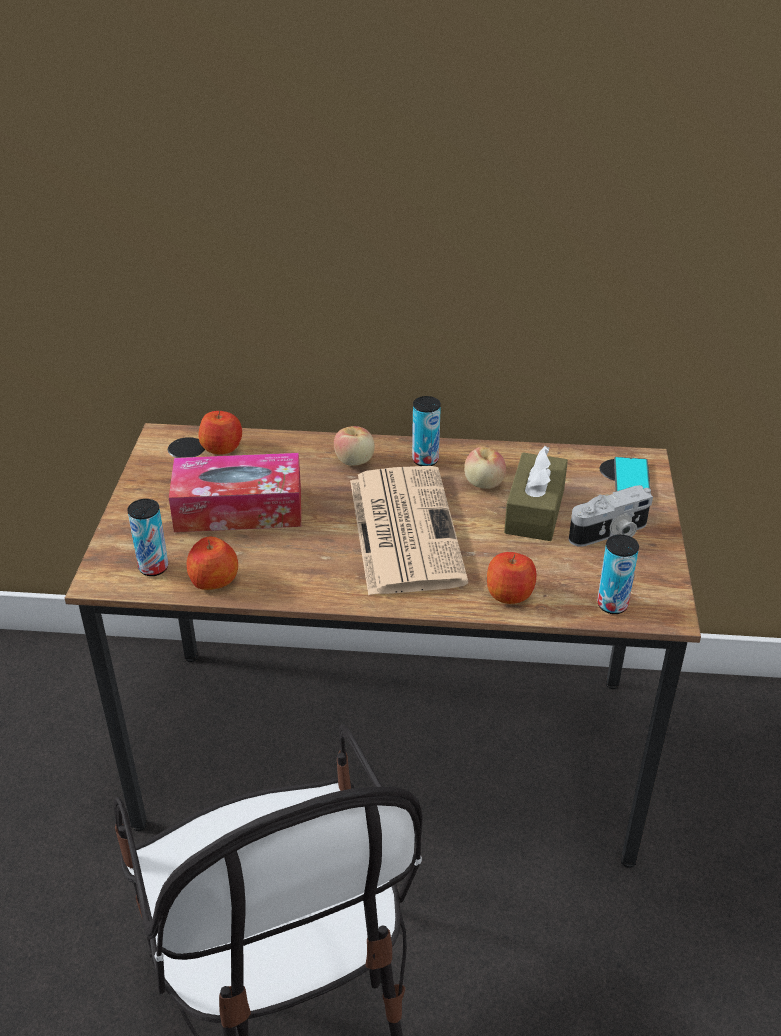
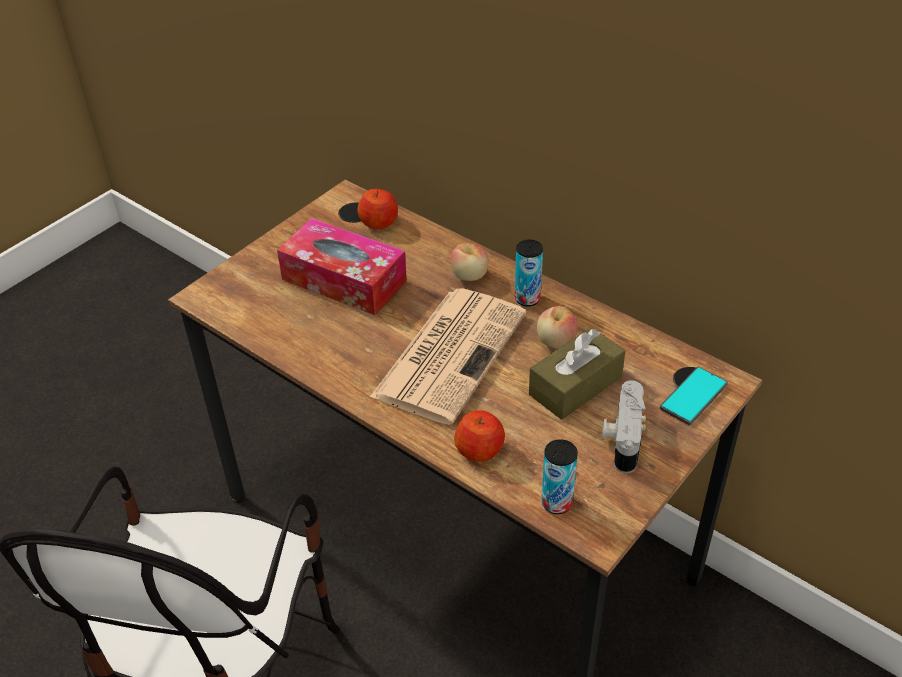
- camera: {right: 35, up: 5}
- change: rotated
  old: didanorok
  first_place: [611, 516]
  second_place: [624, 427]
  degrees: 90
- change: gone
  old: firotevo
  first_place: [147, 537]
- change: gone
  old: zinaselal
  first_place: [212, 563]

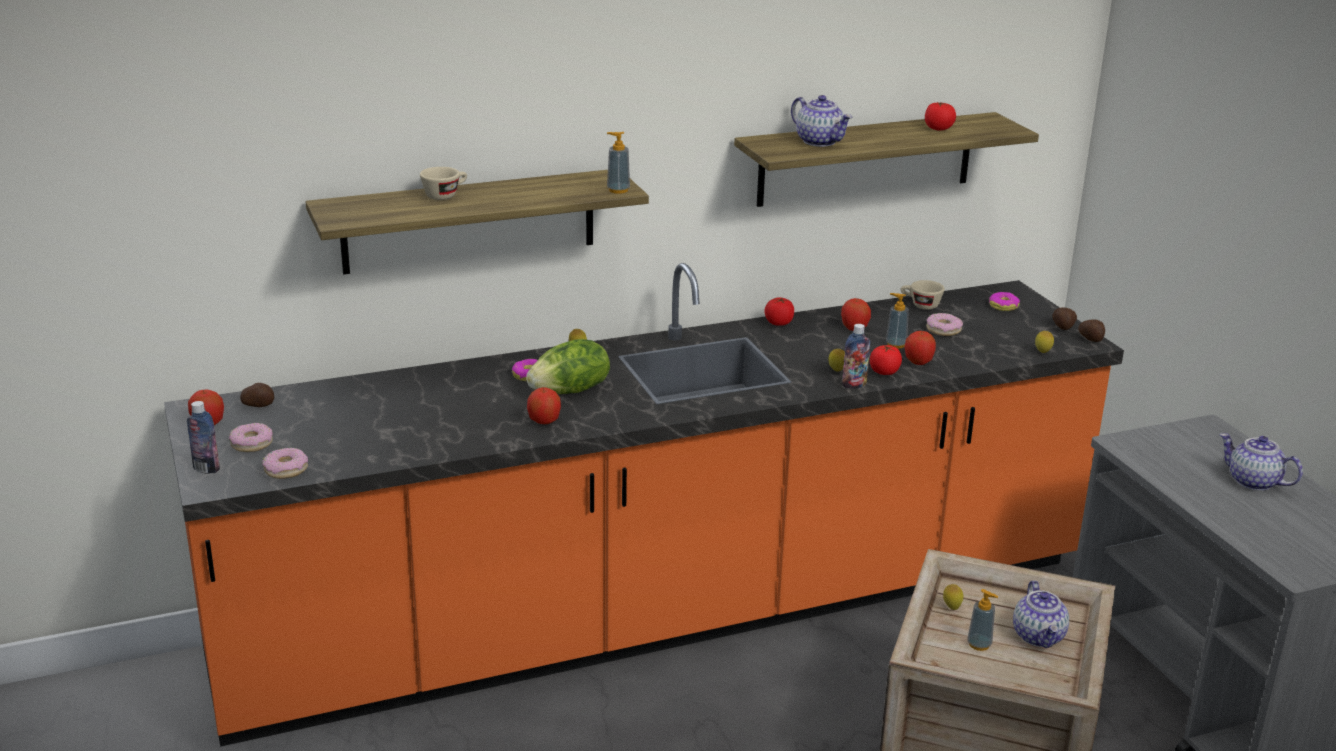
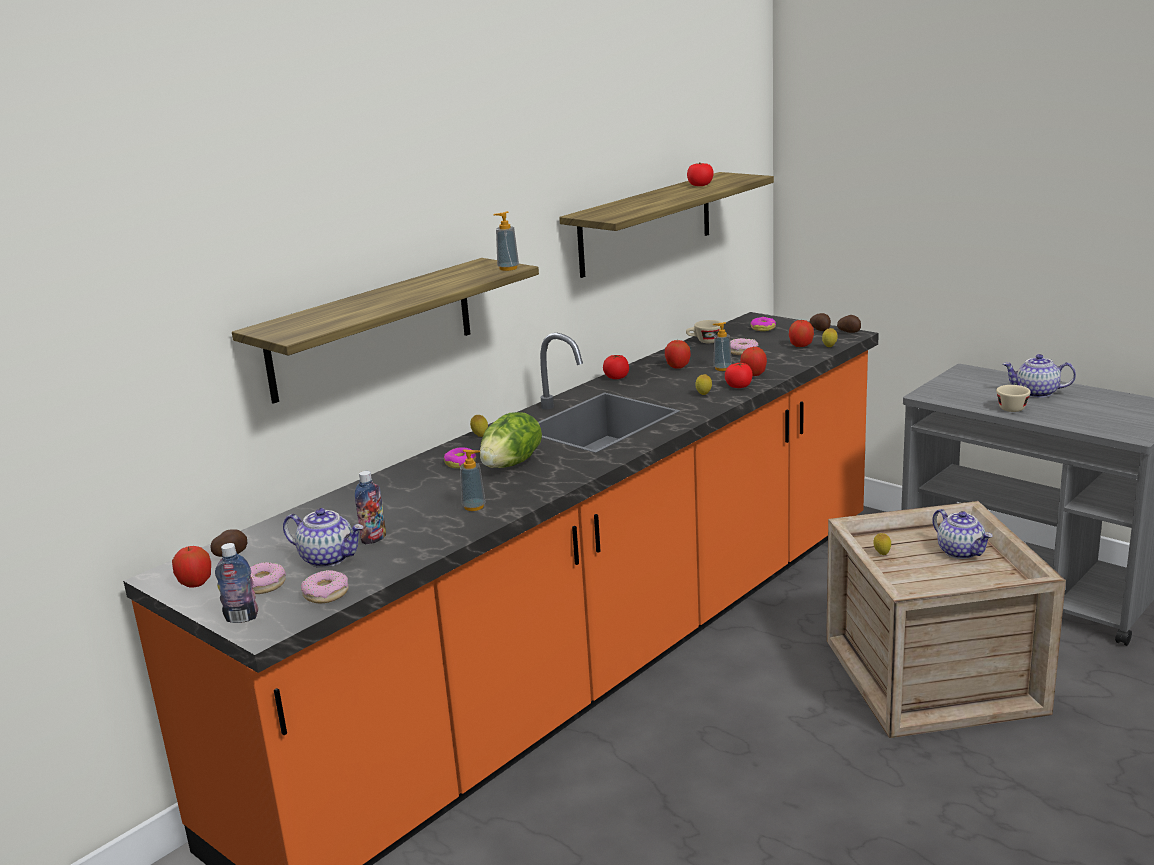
- camera: {right: -25, up: -5}
- change: shifted
  old: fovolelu
  first_place: [821, 121]
  second_place: [323, 538]
- change: shifted
  old: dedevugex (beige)
  first_place: [443, 183]
  second_place: [1013, 398]
- change: shifted
  old: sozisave
  first_place: [856, 356]
  second_place: [370, 508]
- change: shifted
  old: zinaselal
  first_place: [544, 405]
  second_place: [801, 333]
- change: shifted
  old: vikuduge
  first_place: [982, 620]
  second_place: [473, 480]

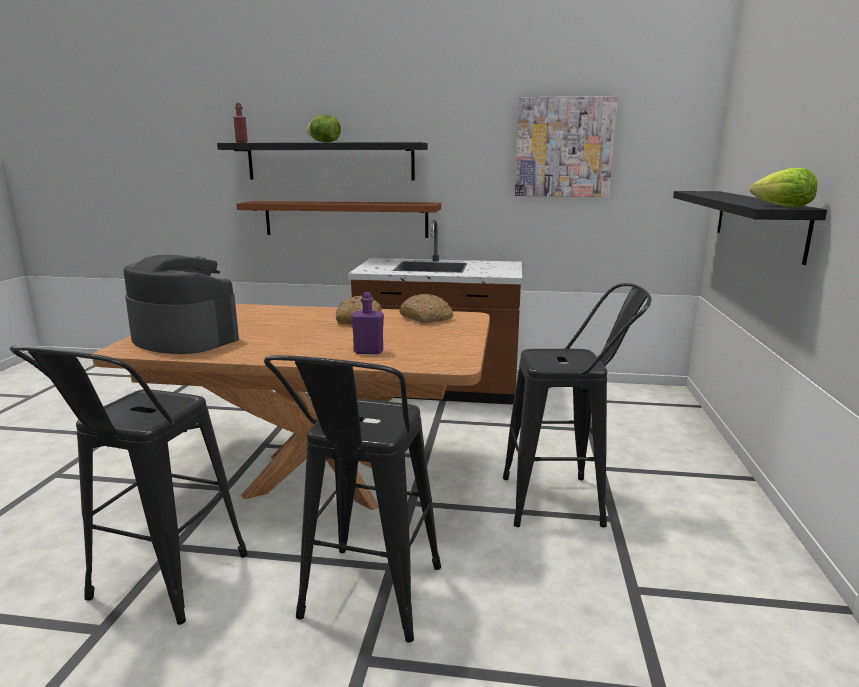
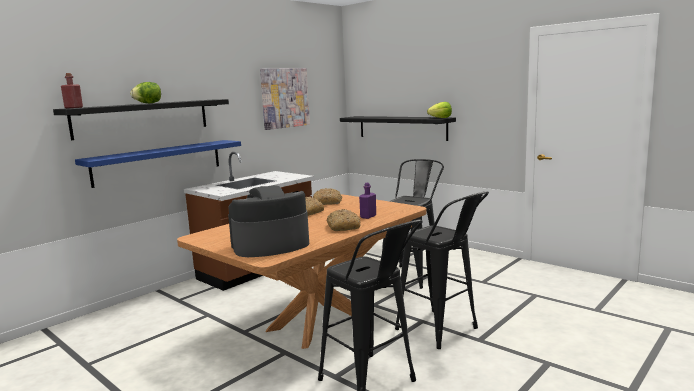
- camera: {right: -55, up: -5}
- change: repainted
  old: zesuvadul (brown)
  new: zesuvadul (blue)
  first_place: [338, 219]
  second_place: [158, 164]
- change: new
  new: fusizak
  second_place: [343, 220]

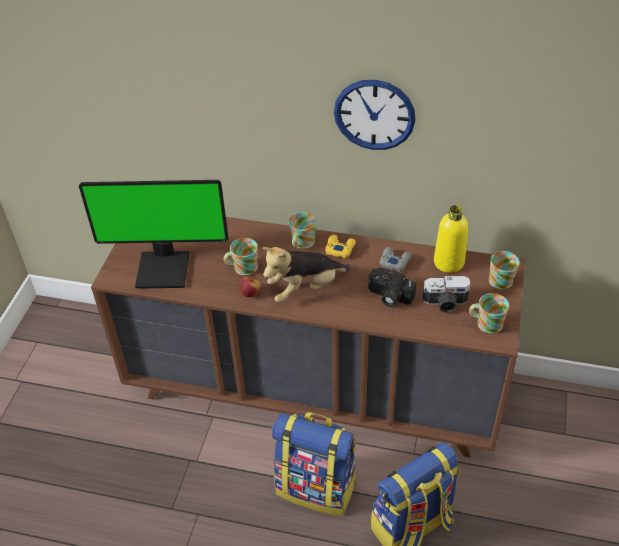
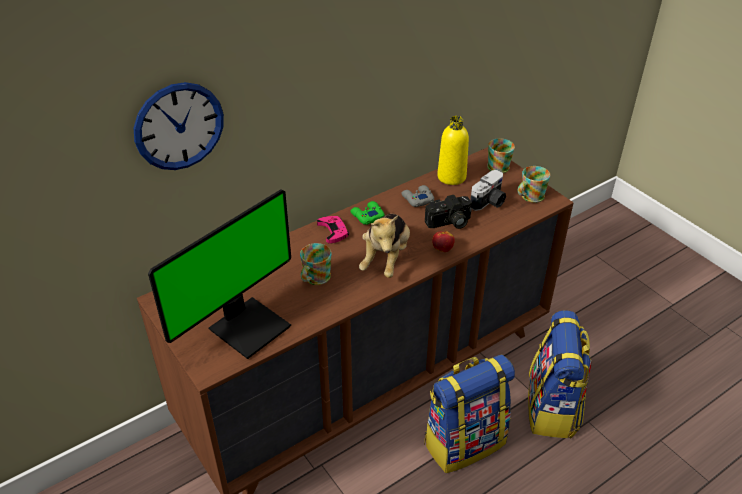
- camera: {right: -50, up: -5}
- change: shifted
  old: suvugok
  first_place: [375, 115]
  second_place: [179, 126]
- change: swapped
  old: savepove
  new: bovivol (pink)
  first_place: [302, 230]
  second_place: [333, 230]
- change: repainted
  old: bovivol (yellow)
  new: bovivol (green)
  first_place: [340, 246]
  second_place: [367, 213]
- change: shifted
  old: zinaselal
  first_place: [249, 286]
  second_place: [443, 241]

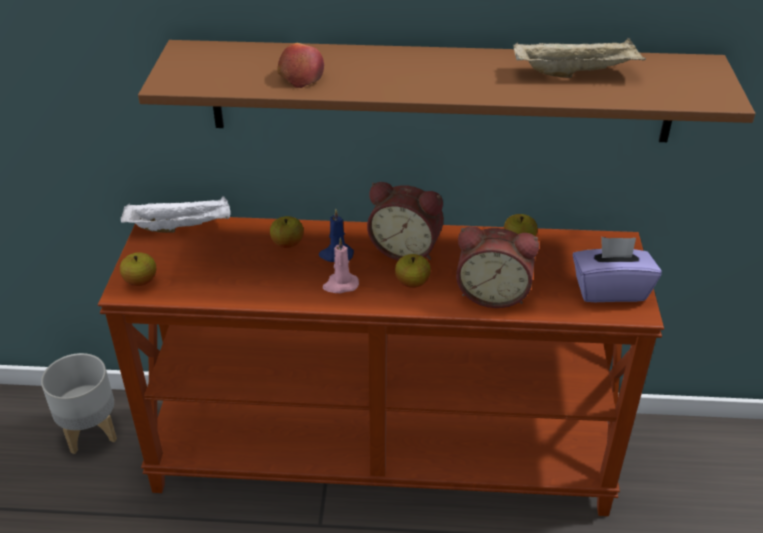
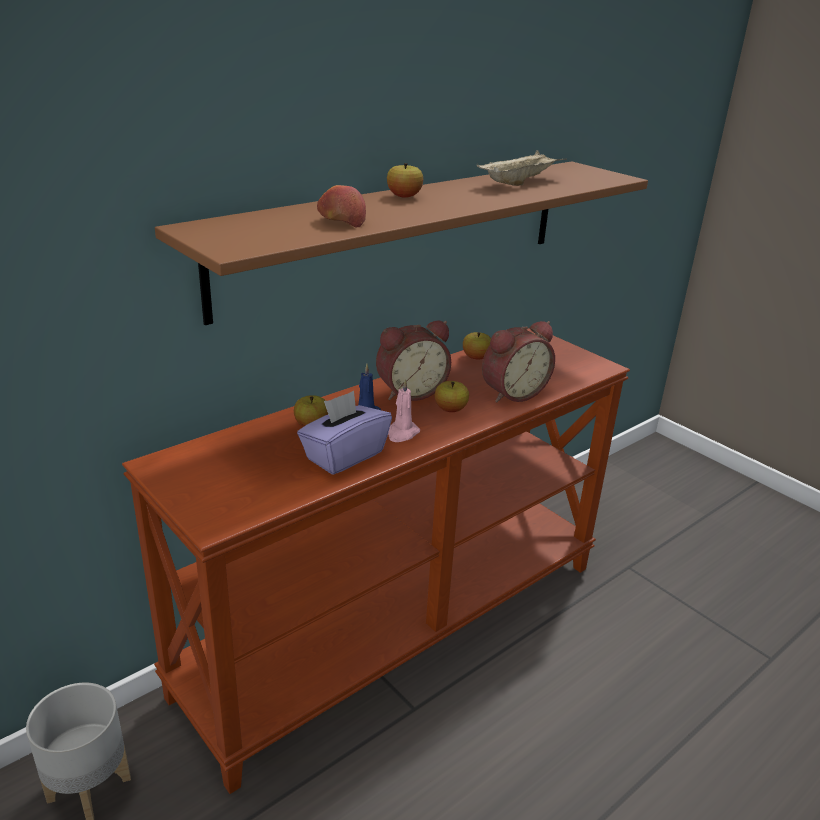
- camera: {right: -45, up: -10}
- change: gone
  old: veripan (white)
  first_place: [176, 214]
- change: shifted
  old: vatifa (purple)
  first_place: [617, 269]
  second_place: [344, 433]
- change: shifted
  old: zinaselal
  first_place: [138, 269]
  second_place: [405, 180]

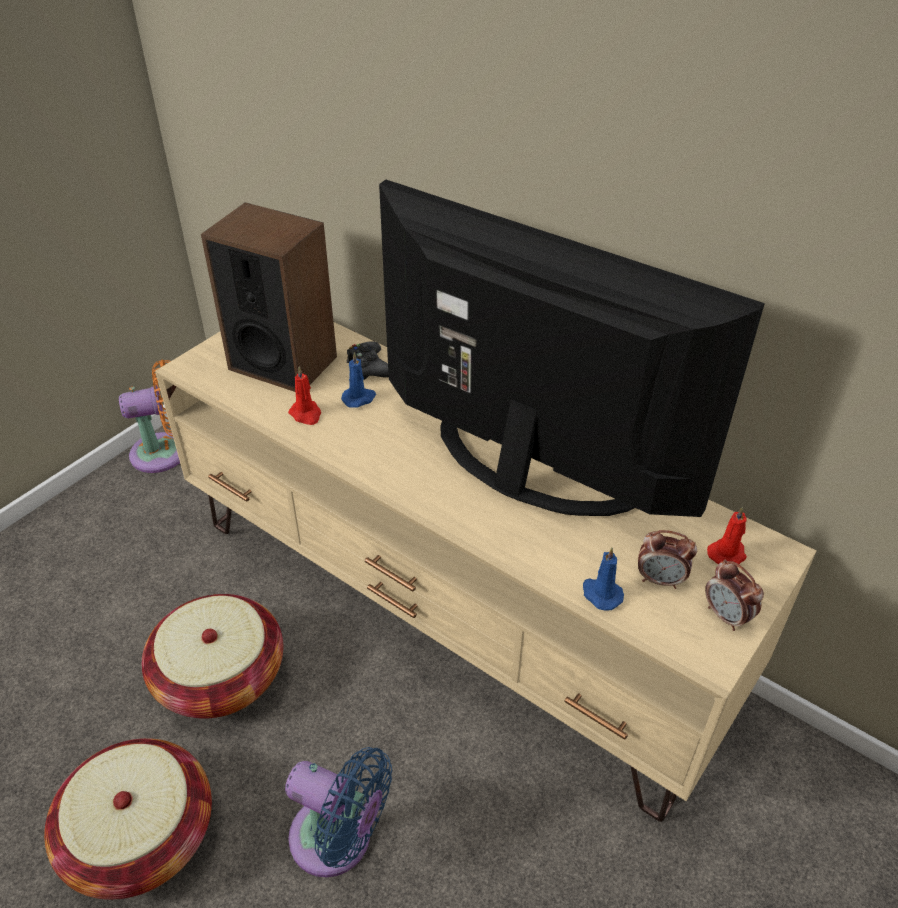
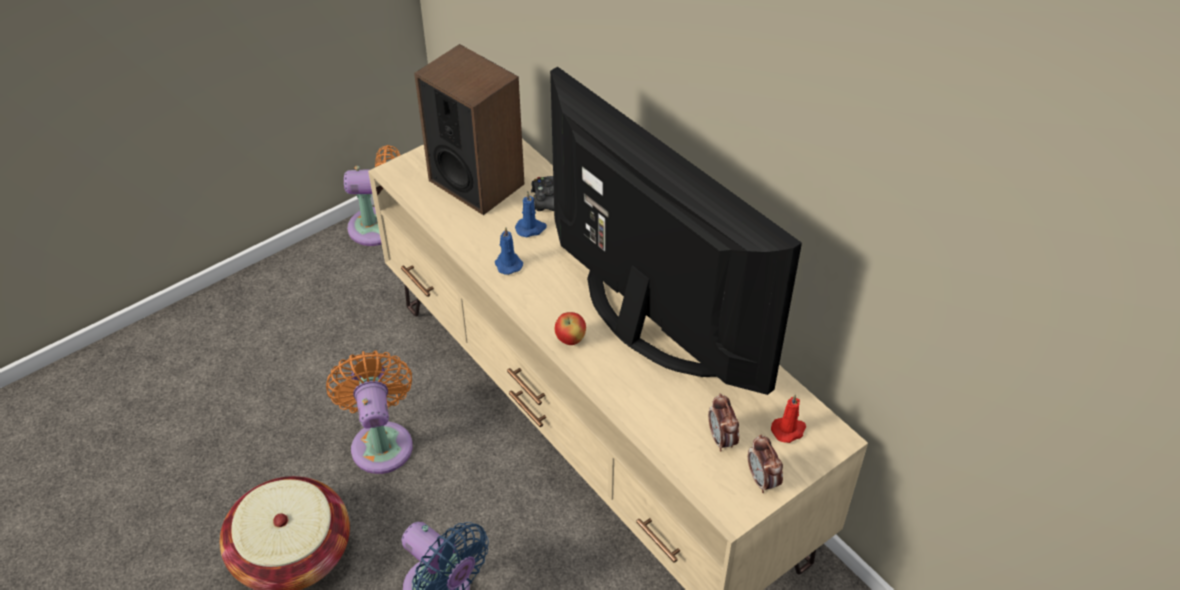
- camera: {right: 15, up: 5}
- change: gone
  old: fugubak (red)
  first_place: [304, 396]
- change: rotated
  old: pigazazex
  first_place: [667, 559]
  second_place: [723, 422]
  degrees: 45
- change: shifted
  old: fugubak (blue)
  first_place: [603, 579]
  second_place: [509, 251]
- change: swapped
  old: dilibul
  new: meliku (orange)
  first_place: [212, 656]
  second_place: [369, 412]
- change: new
  new: zinaselal
  second_place: [570, 328]

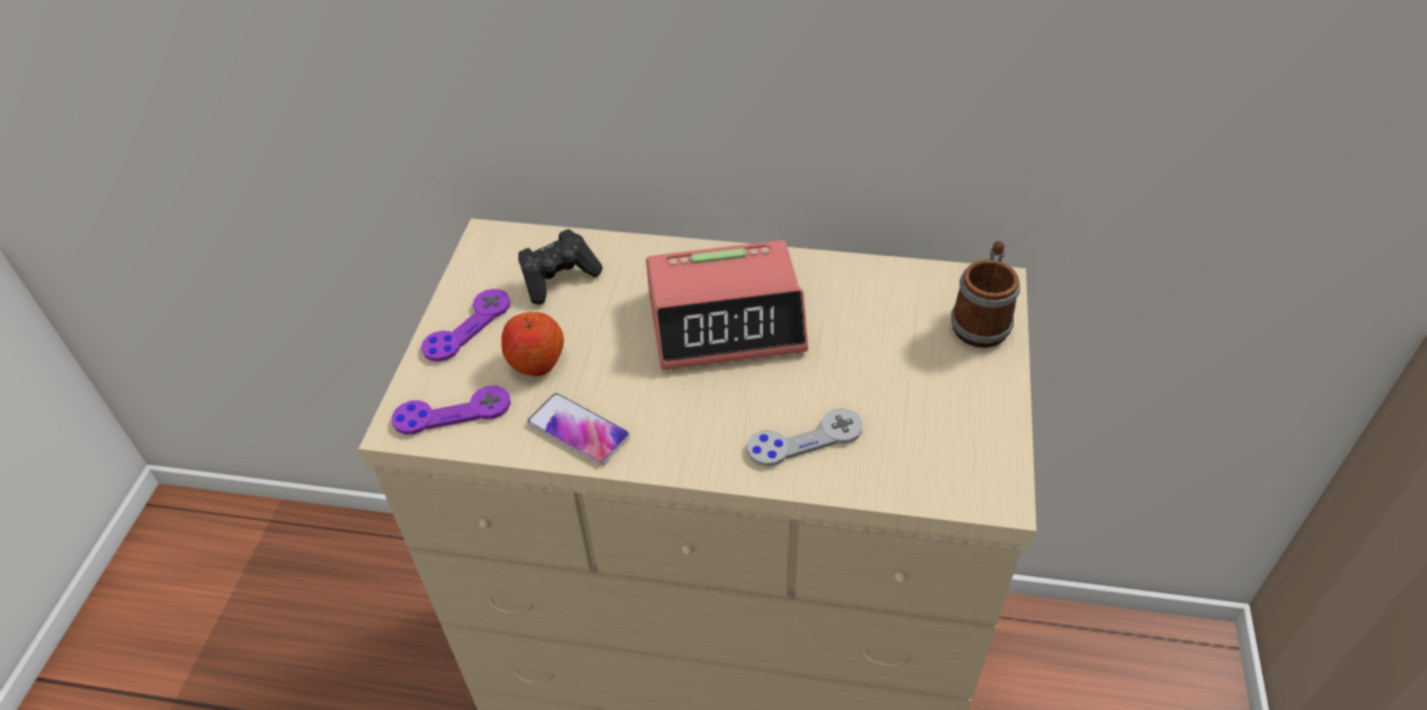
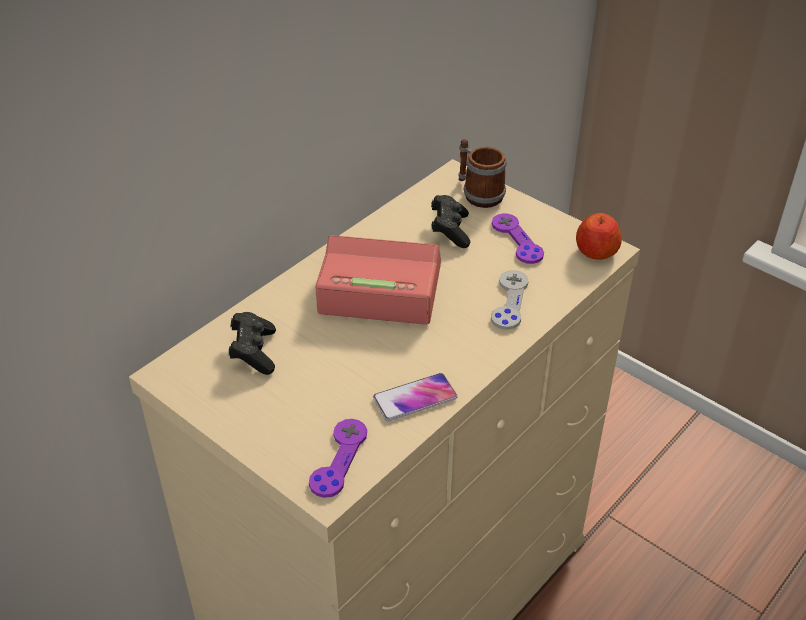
- camera: {right: -60, up: -5}
- change: rotated
  old: pigazazex
  first_place: [727, 305]
  second_place: [378, 280]
  degrees: -105
- change: shifted
  old: bovivol (purple)
  first_place: [465, 325]
  second_place: [518, 239]
- change: shifted
  old: zinaselal
  first_place: [532, 344]
  second_place: [599, 236]
- change: new
  new: bovivol (black)
  second_place: [450, 221]

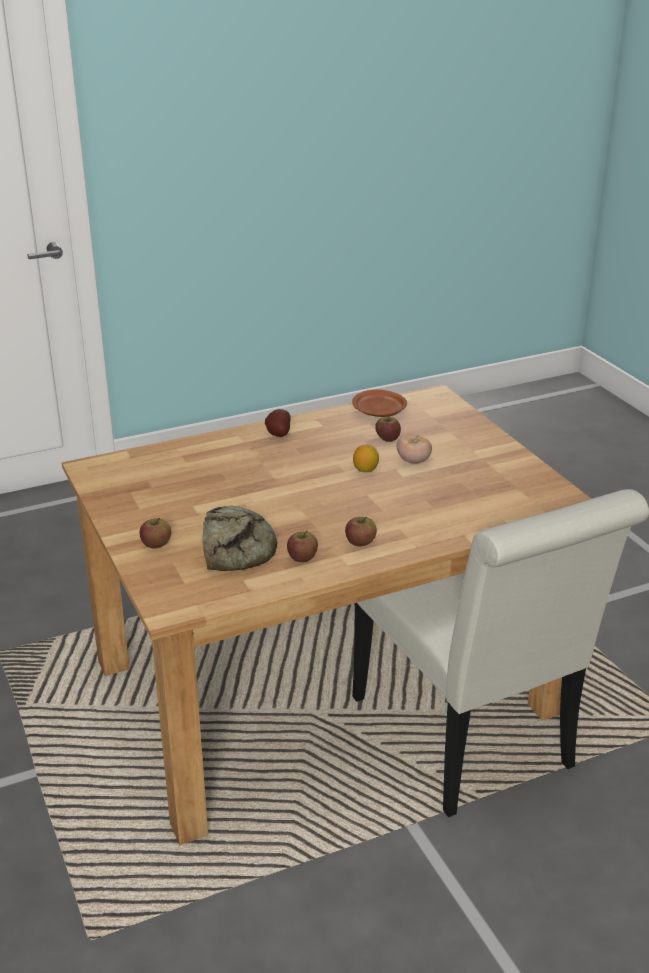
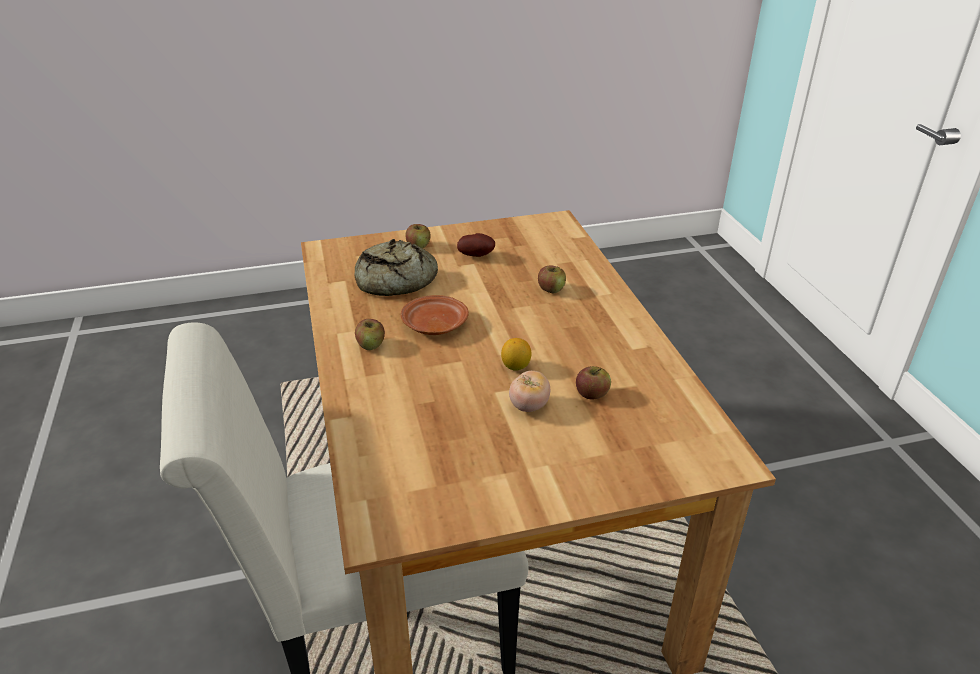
- camera: {right: 100, up: 5}
- change: shifted
  old: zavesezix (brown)
  first_place: [379, 403]
  second_place: [435, 315]
- change: shifted
  old: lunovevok
  first_place: [278, 423]
  second_place: [476, 245]
- change: shifted
  old: zinaselal
  first_place: [302, 546]
  second_place: [552, 279]

